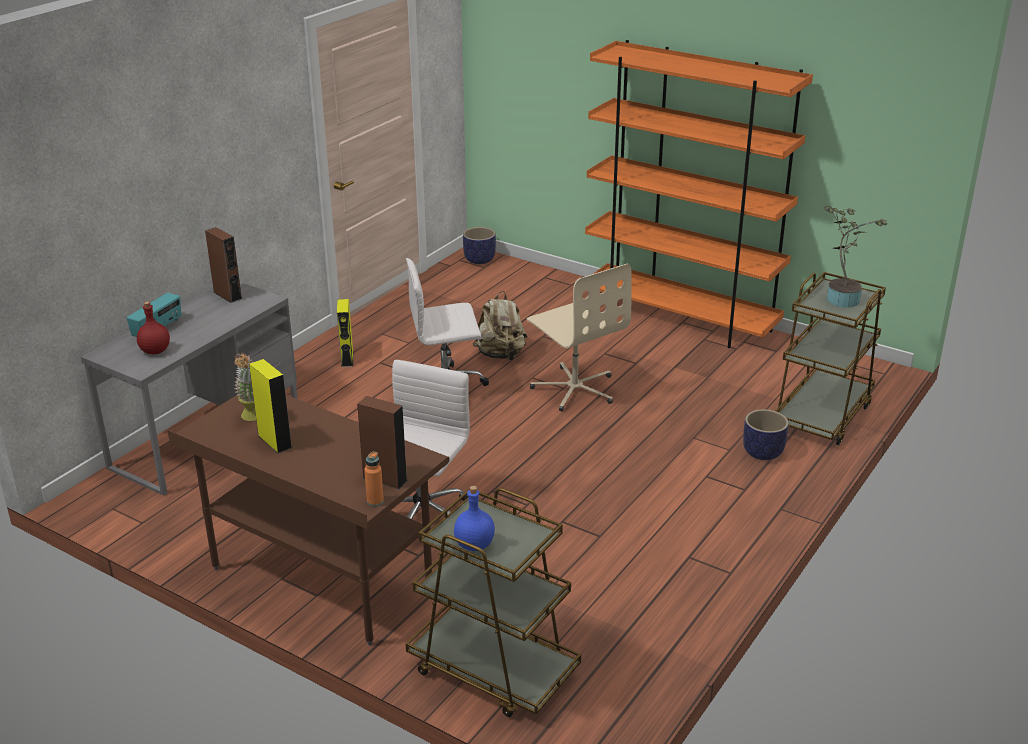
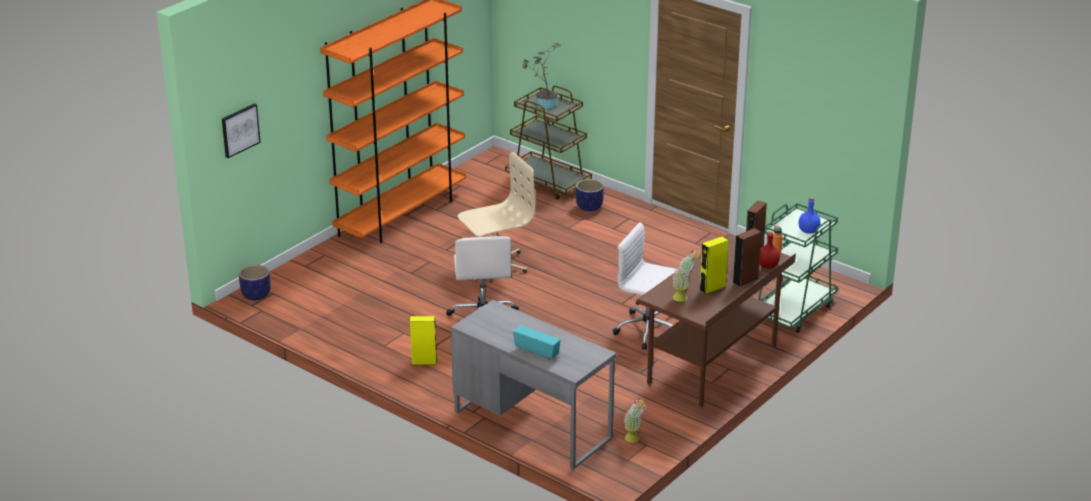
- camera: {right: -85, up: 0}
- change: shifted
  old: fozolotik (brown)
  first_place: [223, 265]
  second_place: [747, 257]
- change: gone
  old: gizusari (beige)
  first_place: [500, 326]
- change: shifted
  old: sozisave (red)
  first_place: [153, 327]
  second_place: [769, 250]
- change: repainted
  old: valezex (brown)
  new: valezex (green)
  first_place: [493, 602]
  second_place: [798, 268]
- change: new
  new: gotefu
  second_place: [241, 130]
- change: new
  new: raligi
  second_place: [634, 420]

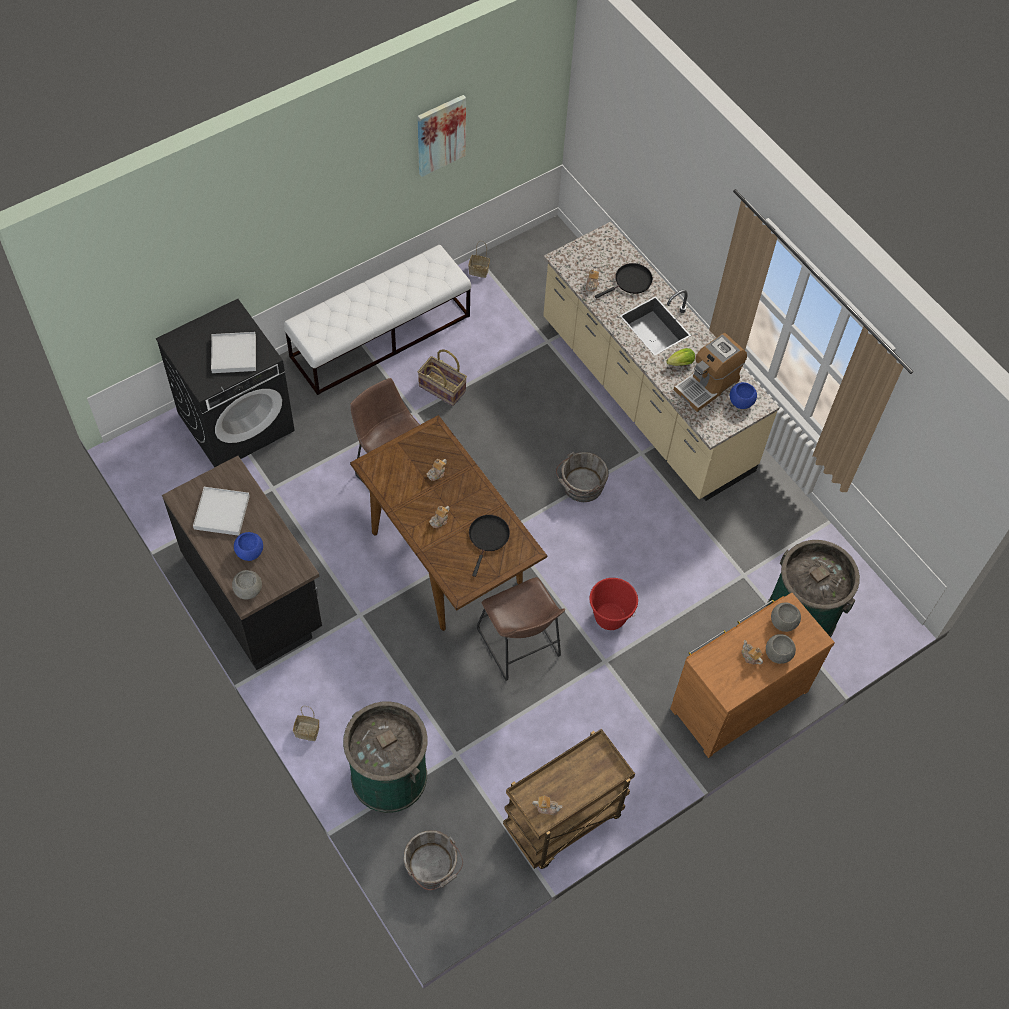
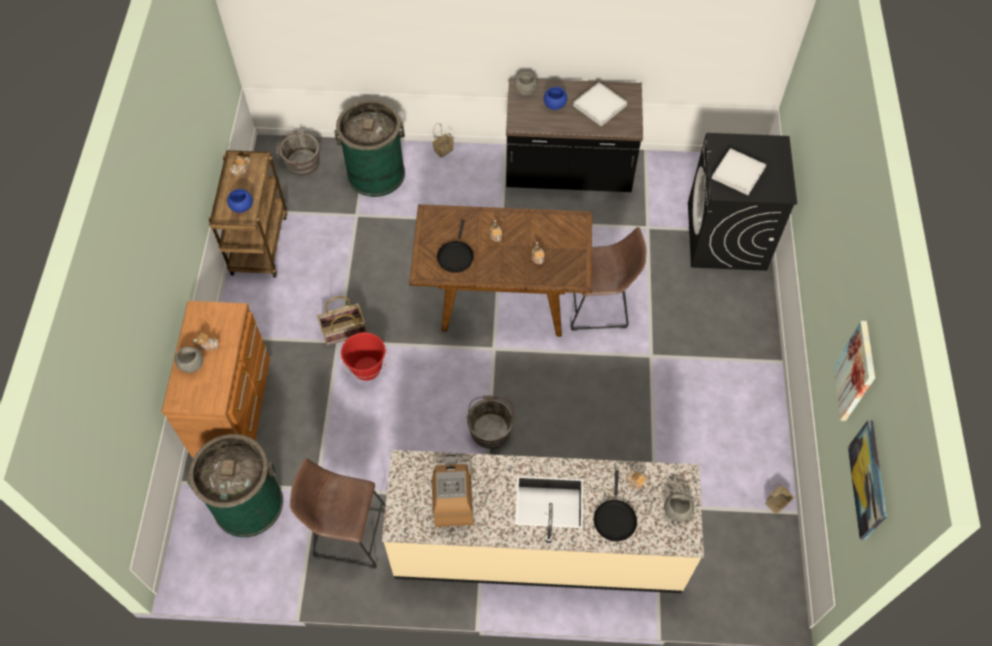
- camera: {right: 130, up: 0}
- change: gone
  old: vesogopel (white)
  first_place: [377, 320]
- change: gone
  old: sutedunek
  first_place: [680, 357]
- change: shifted
  old: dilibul
  first_place: [442, 377]
  second_place: [341, 321]
- change: shifted
  old: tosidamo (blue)
  first_place: [743, 395]
  second_place: [240, 201]
- change: rotated
  old: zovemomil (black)
  first_place: [489, 546]
  second_place: [455, 246]
  degrees: 45
- change: shifted
  old: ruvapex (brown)
  first_place: [521, 629]
  second_place: [338, 513]
- change: shifted
  old: tosidamo (grey)
  first_place: [786, 617]
  second_place: [679, 507]
- change: new
  new: gotefu
  second_place: [867, 480]

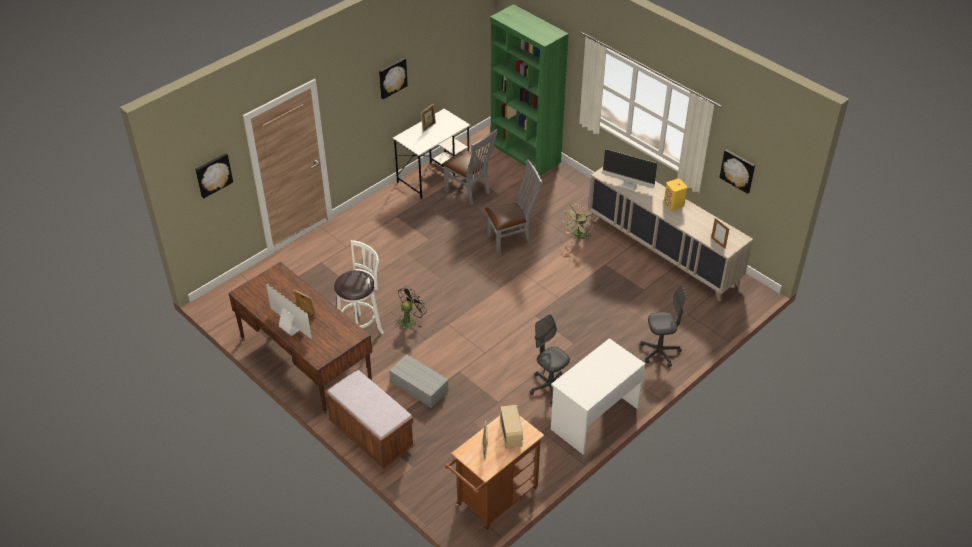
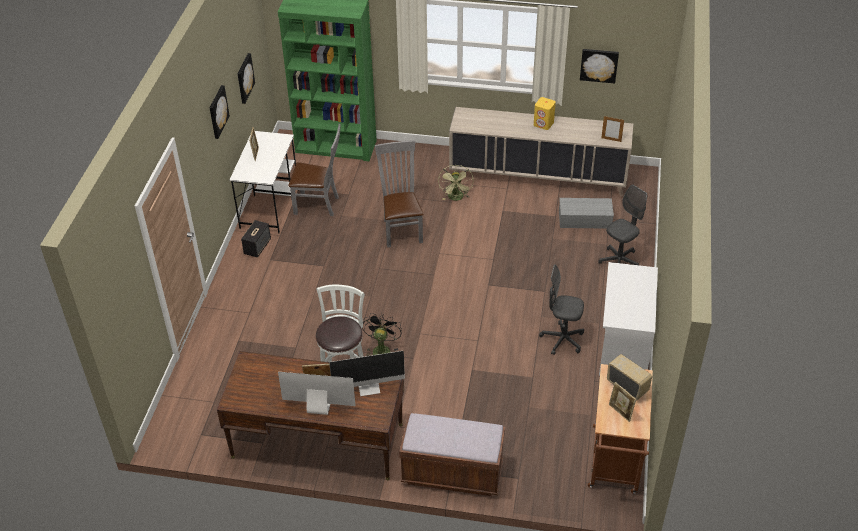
- camera: {right: -35, up: 0}
- change: shifted
  old: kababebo
  first_place: [630, 169]
  second_place: [367, 373]
- change: shifted
  old: gotefu
  first_place: [214, 176]
  second_place: [246, 78]
- change: rotated
  old: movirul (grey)
  first_place: [513, 207]
  second_place: [399, 194]
  degrees: -45
- change: shifted
  old: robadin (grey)
  first_place: [419, 381]
  second_place: [586, 213]
- change: new
  new: fozolotik
  second_place: [256, 239]

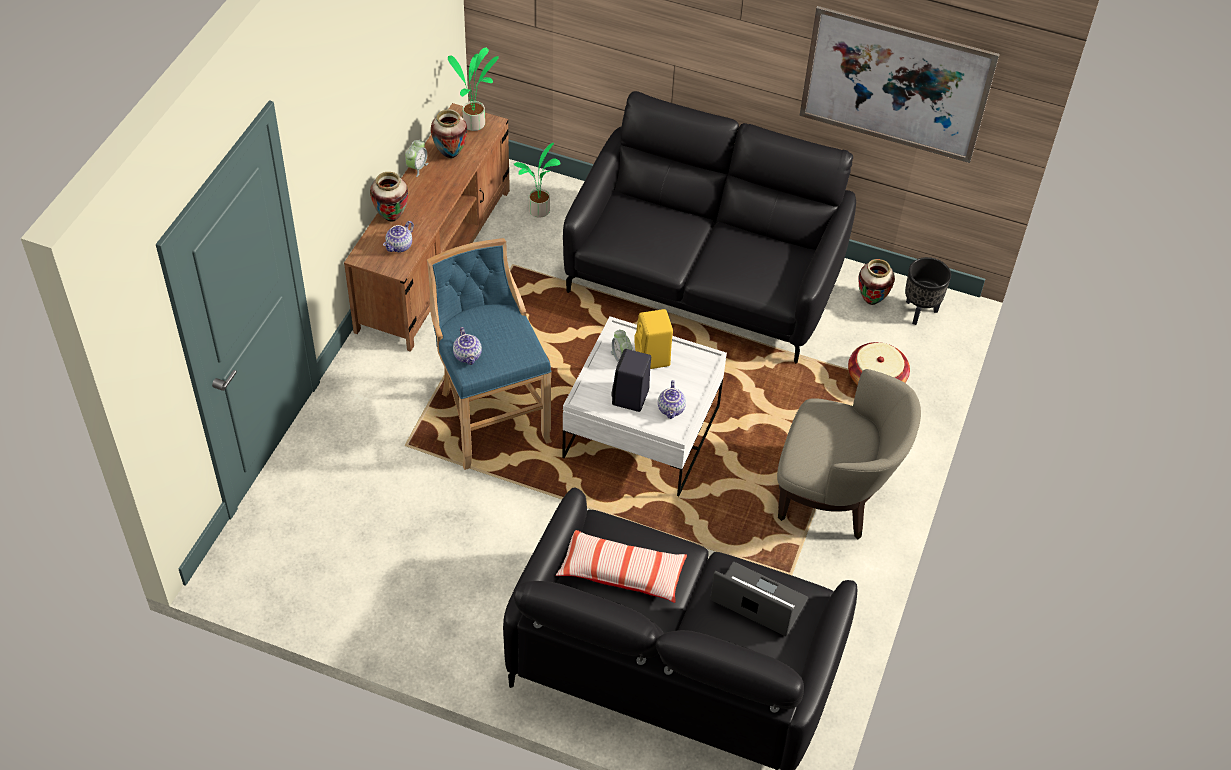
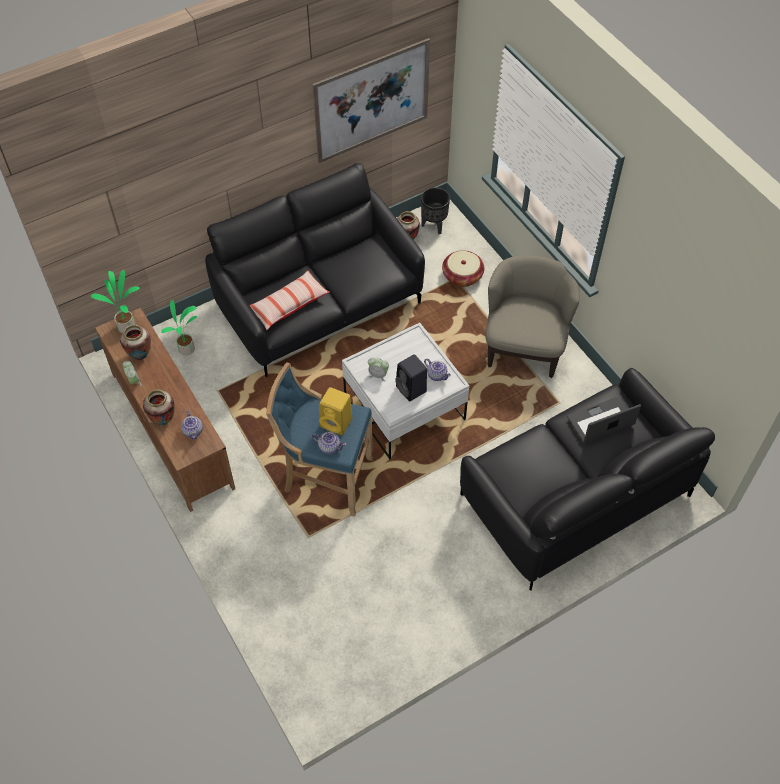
- camera: {right: -50, up: 5}
- change: shifted
  old: fozolotik (yellow)
  first_place: [653, 339]
  second_place: [335, 411]
- change: rotated
  old: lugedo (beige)
  first_place: [849, 454]
  second_place: [533, 316]
  degrees: -45
- change: shifted
  old: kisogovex
  first_place: [621, 566]
  second_place: [290, 300]

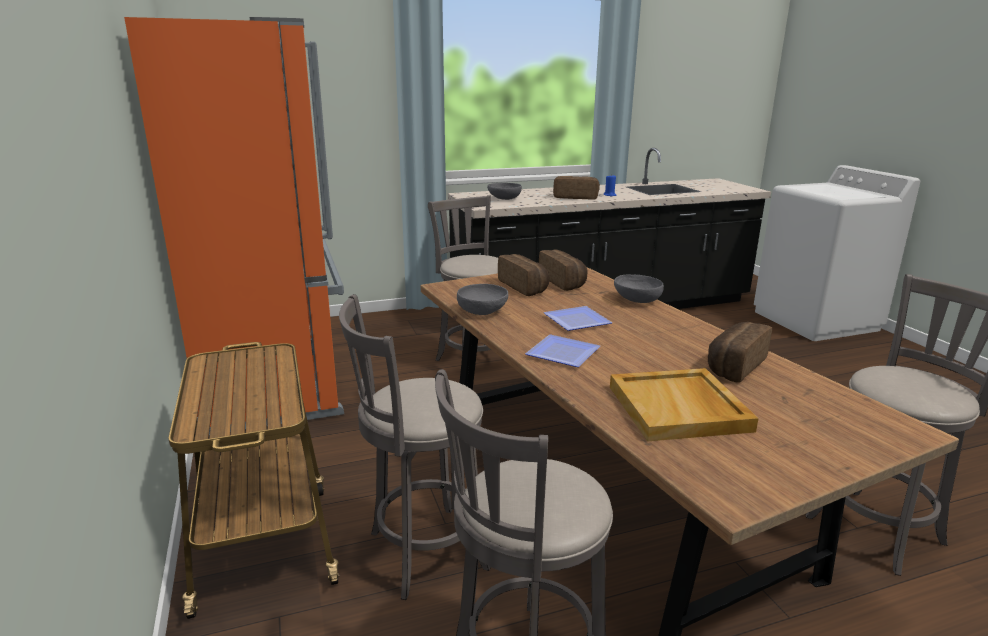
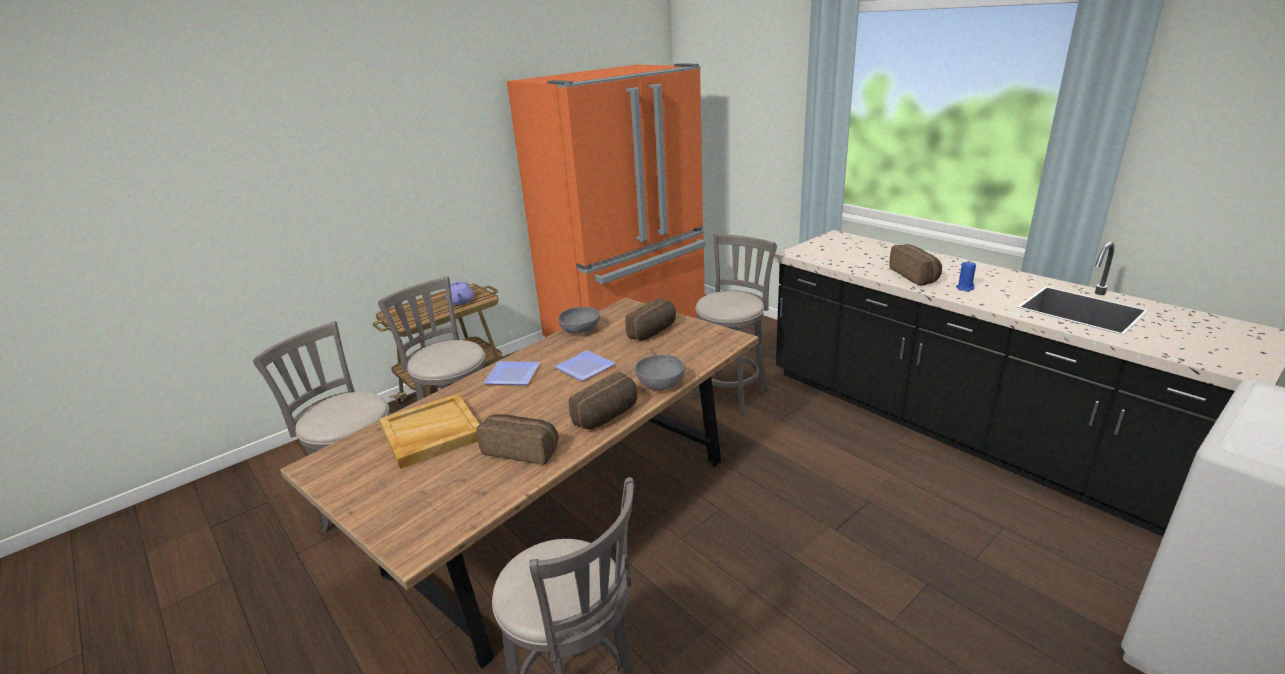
- camera: {right: 70, up: 5}
- change: gone
  old: tosidamo (grey)
  first_place: [504, 191]
- change: shifted
  old: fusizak
  first_place: [563, 270]
  second_place: [603, 400]
- change: new
  new: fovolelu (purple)
  second_place: [460, 293]

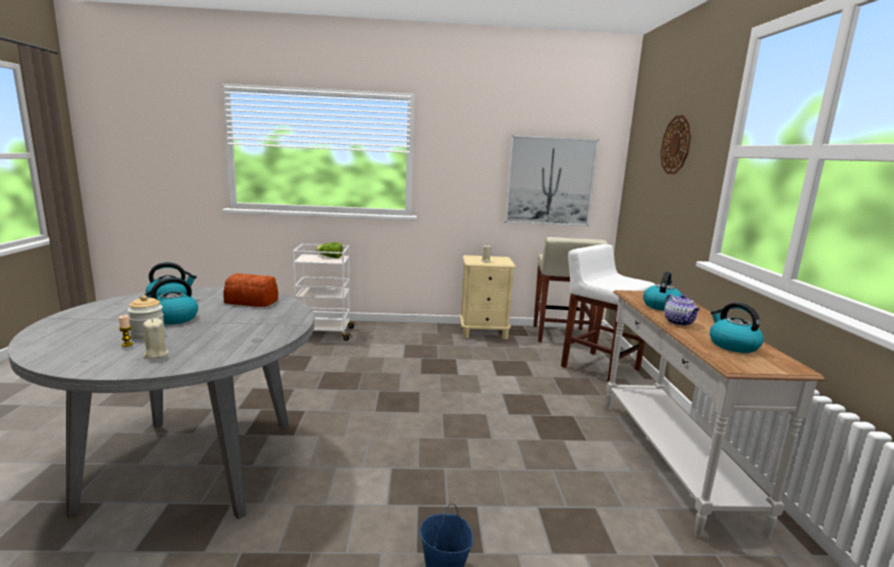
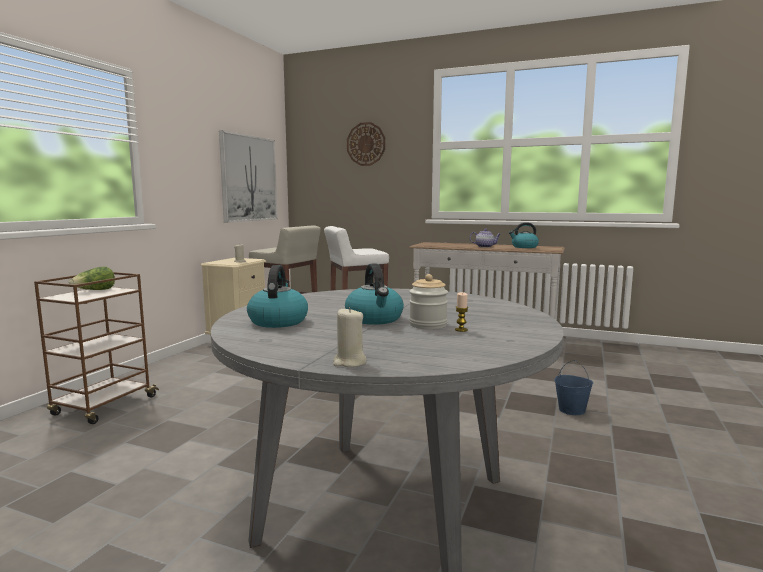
- camera: {right: -65, up: -5}
- change: repainted
  old: valezex (white)
  new: valezex (brown)
  first_place: [325, 292]
  second_place: [96, 348]
- change: gone
  old: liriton
  first_place: [662, 291]
- change: gone
  old: fusizak
  first_place: [251, 290]
- change: shifted
  old: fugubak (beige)
  first_place: [156, 338]
  second_place: [350, 337]

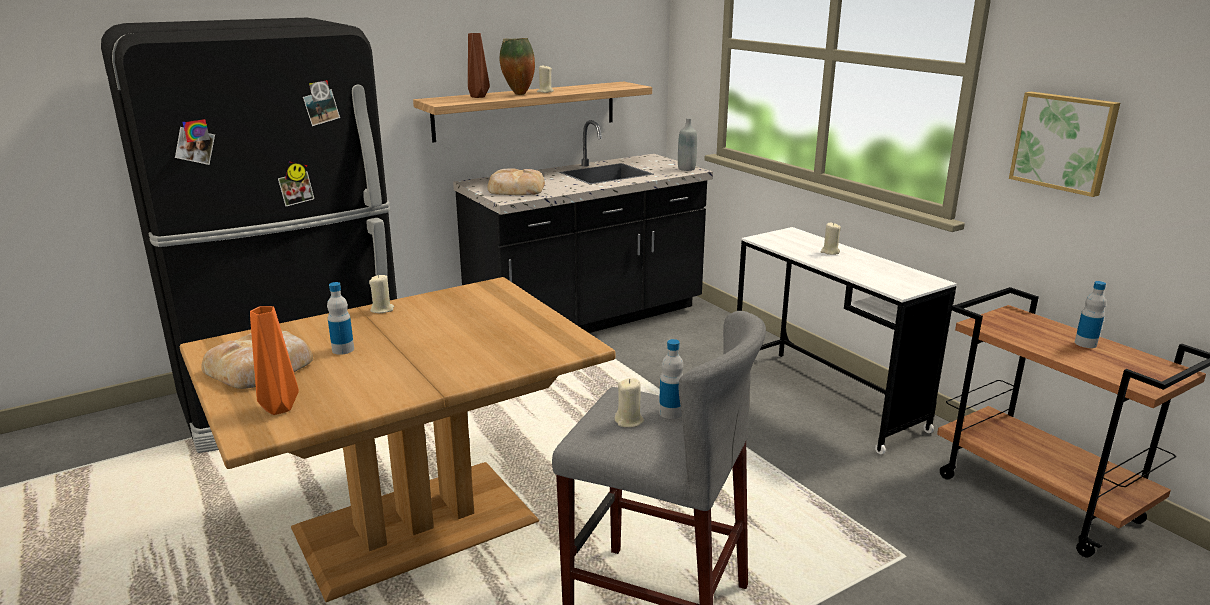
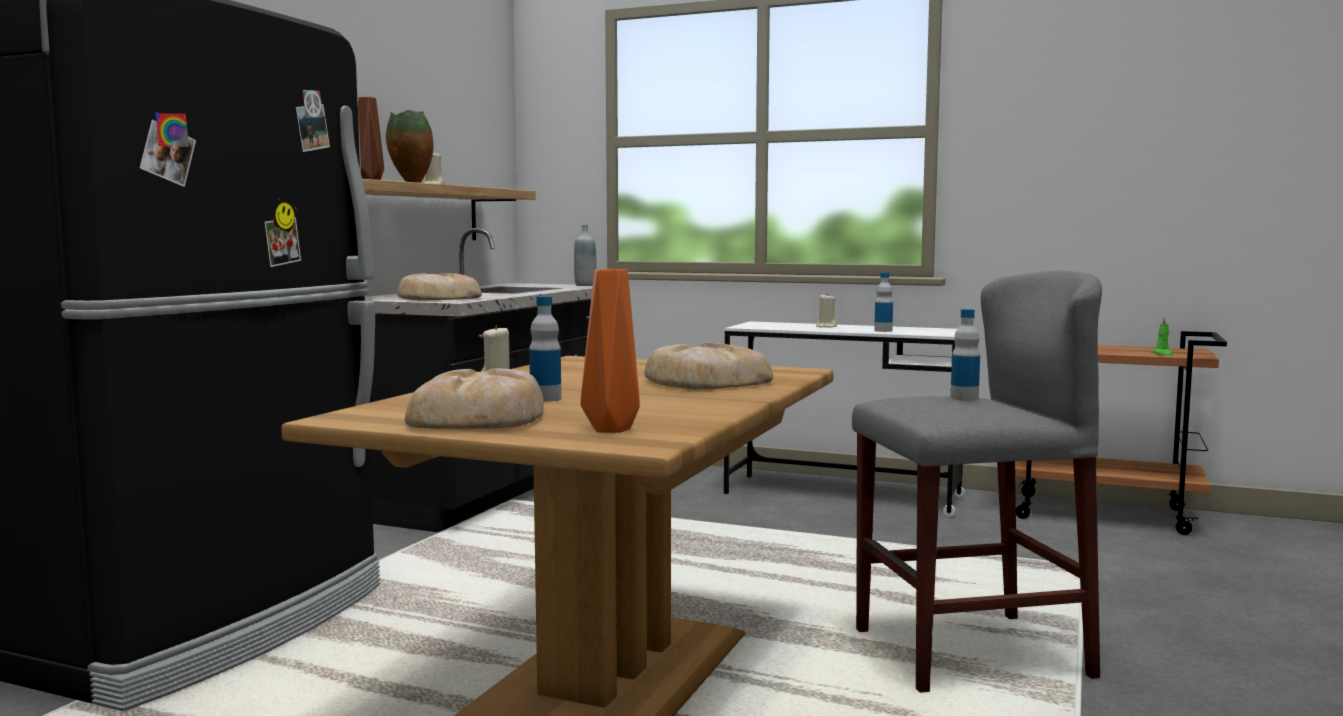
- camera: {right: -35, up: -15}
- change: gone
  old: gotefu
  first_place: [1064, 144]
- change: shifted
  old: sozisave
  first_place: [1090, 314]
  second_place: [883, 302]
- change: gone
  old: fugubak (beige)
  first_place: [629, 403]
- change: new
  new: fugubak (green)
  second_place: [1162, 335]
- change: new
  new: fusizak
  second_place: [708, 366]

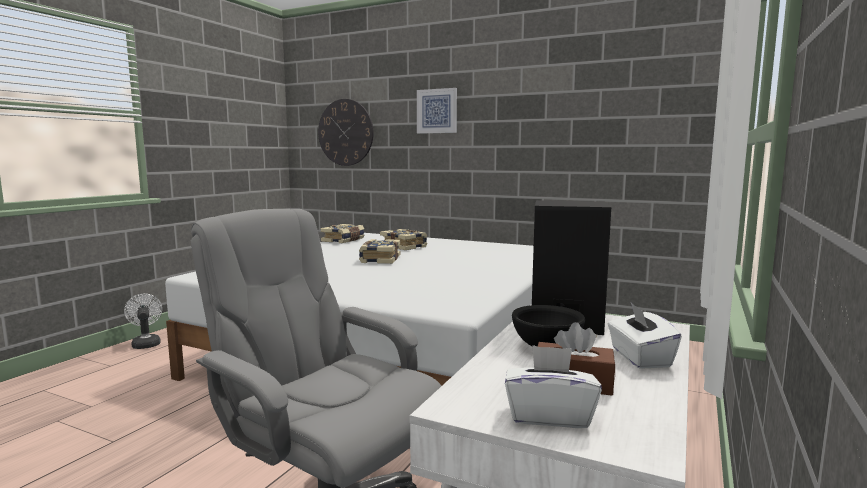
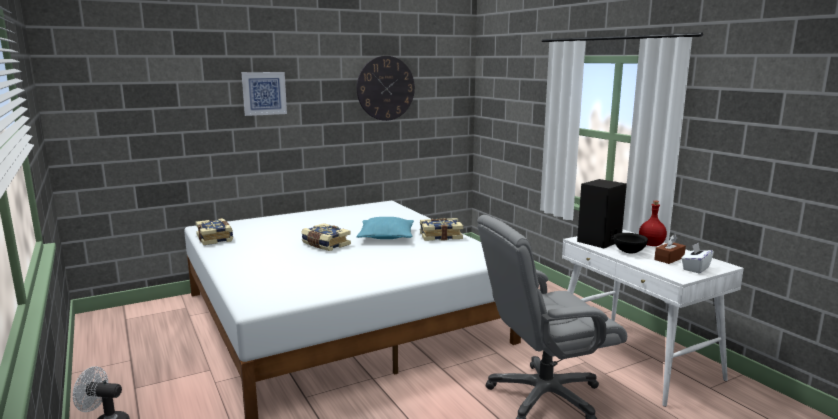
- camera: {right: -55, up: 5}
- change: shifted
  old: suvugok
  first_place: [346, 132]
  second_place: [386, 88]
- change: shifted
  old: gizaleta
  first_place: [403, 239]
  second_place: [441, 229]
- change: swapped
  old: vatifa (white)
  new: sozisave (red)
  first_place: [644, 336]
  second_place: [653, 223]
- change: new
  new: kisogovex (turquoise)
  second_place: [385, 228]

